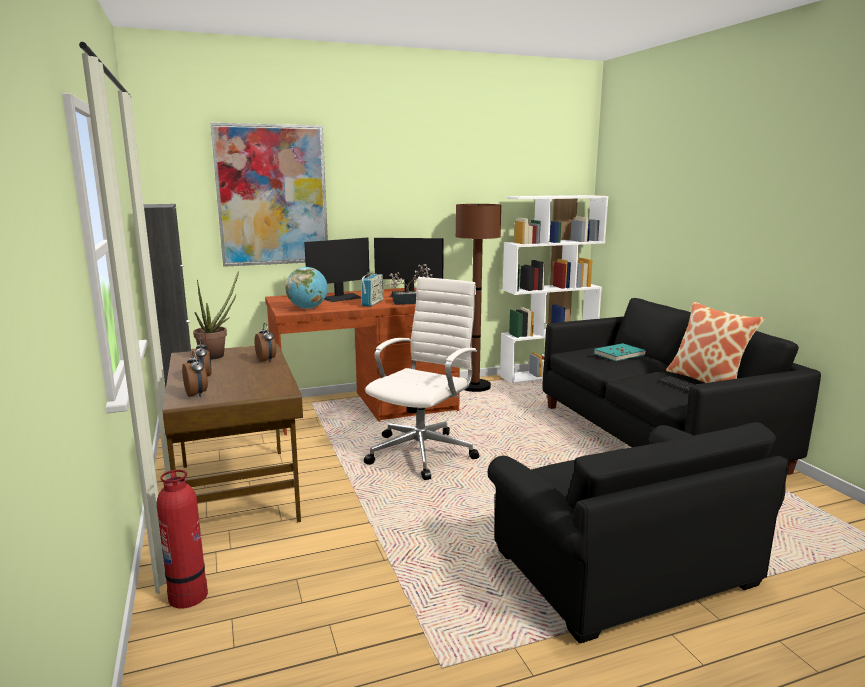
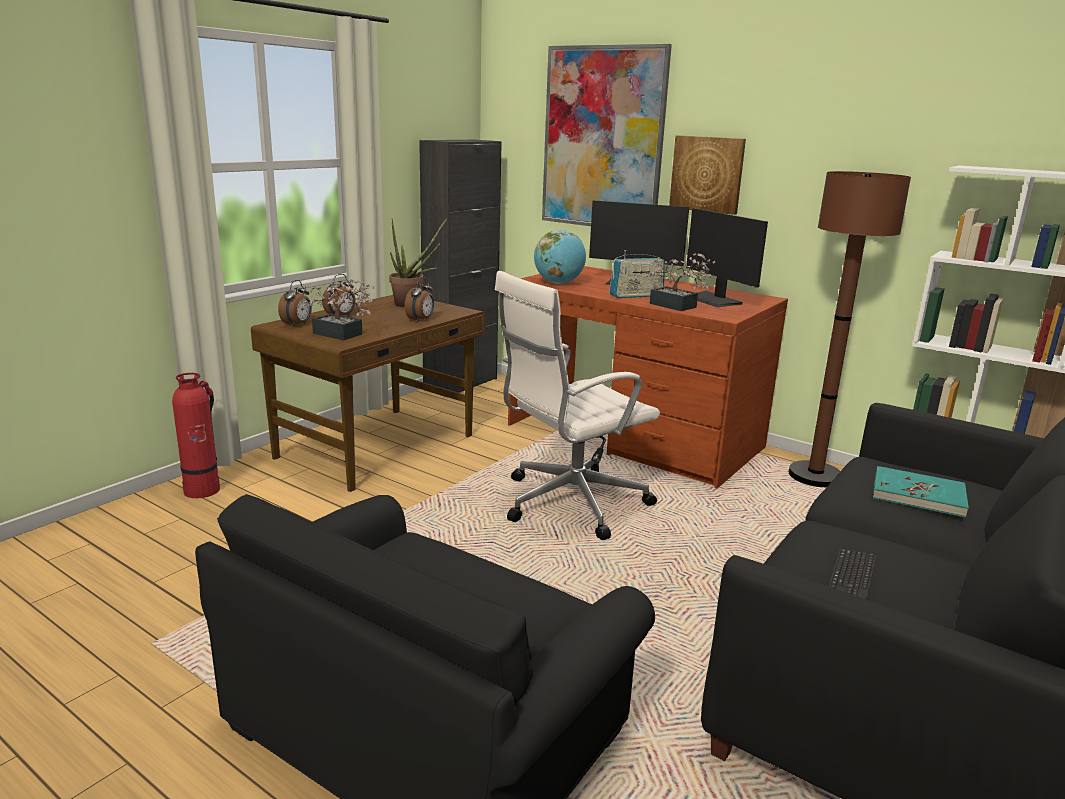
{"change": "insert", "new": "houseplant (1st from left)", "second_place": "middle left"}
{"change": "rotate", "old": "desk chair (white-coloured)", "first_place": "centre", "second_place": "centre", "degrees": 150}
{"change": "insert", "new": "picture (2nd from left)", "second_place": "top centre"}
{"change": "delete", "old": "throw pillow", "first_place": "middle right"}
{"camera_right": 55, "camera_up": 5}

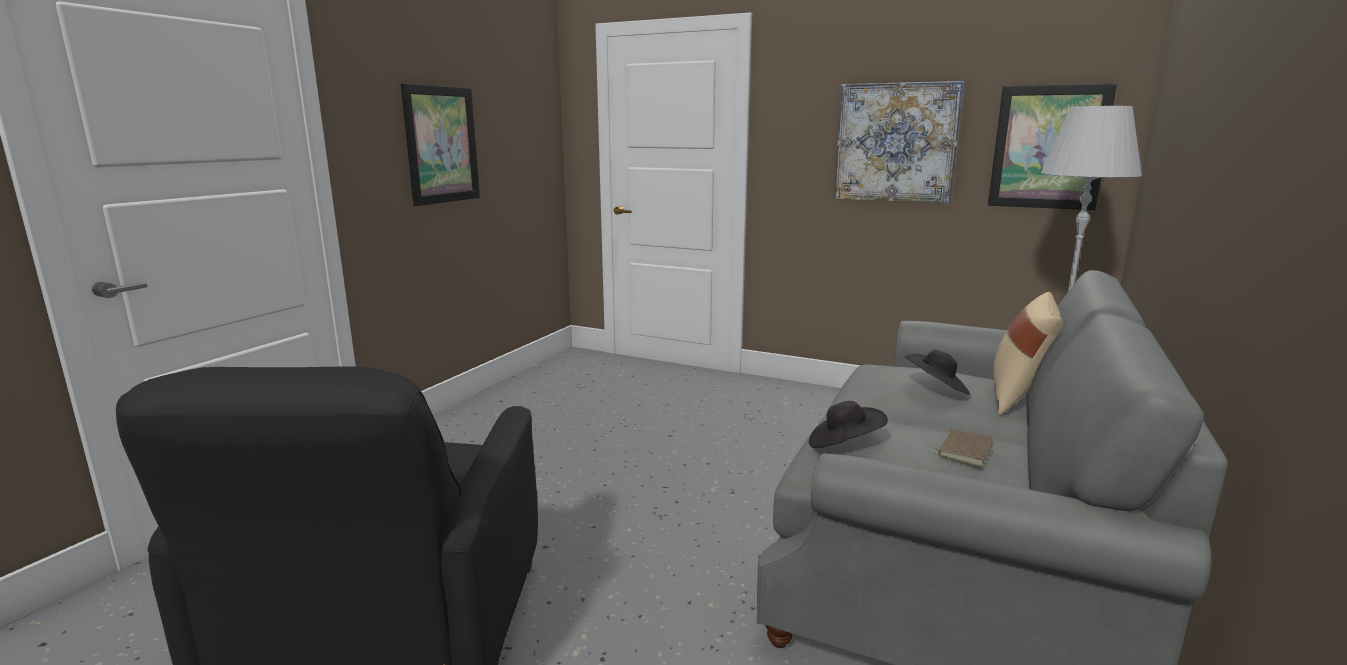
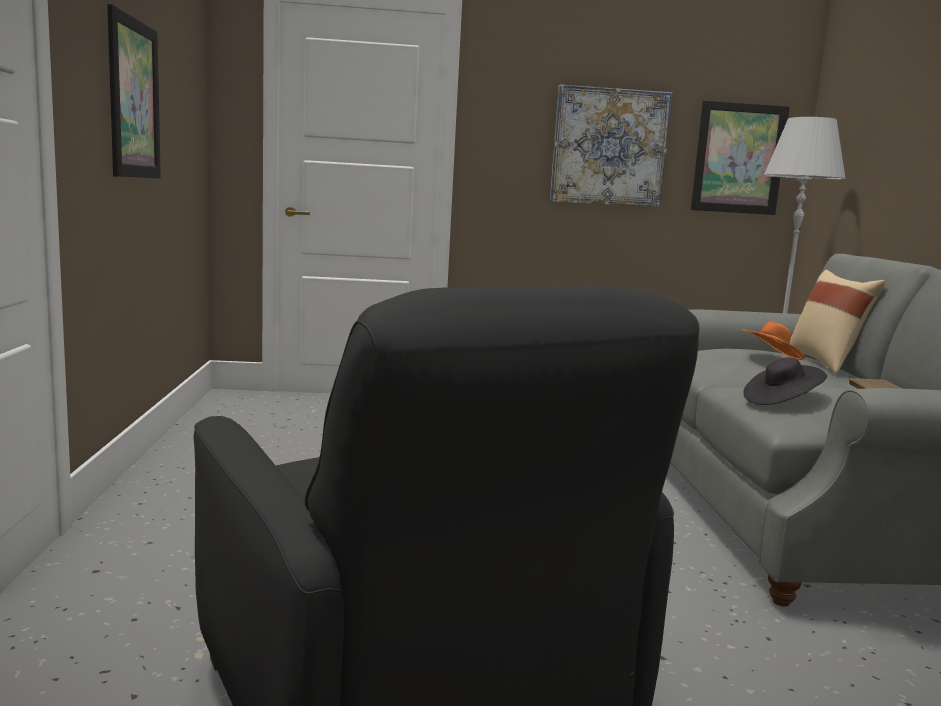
{"change": "recolor", "old": "hat (black) (2nd from left)", "new": "hat (orangey)", "first_place": "middle right", "second_place": "middle right"}
{"camera_right": -30, "camera_up": -5}

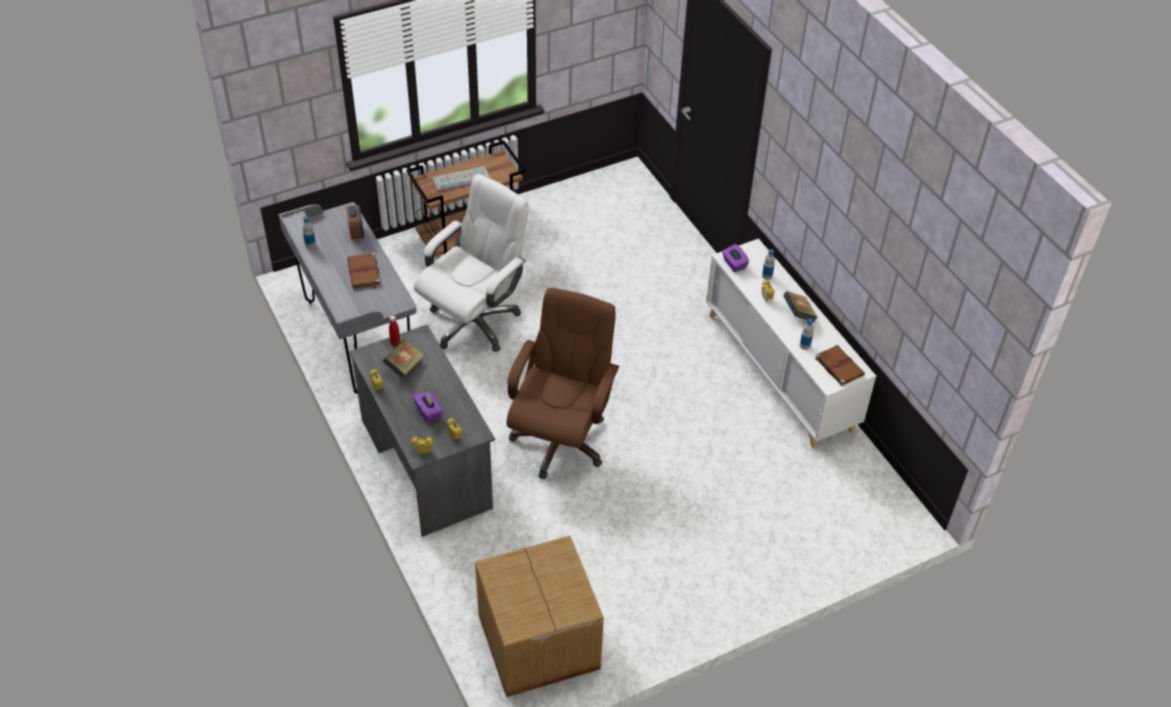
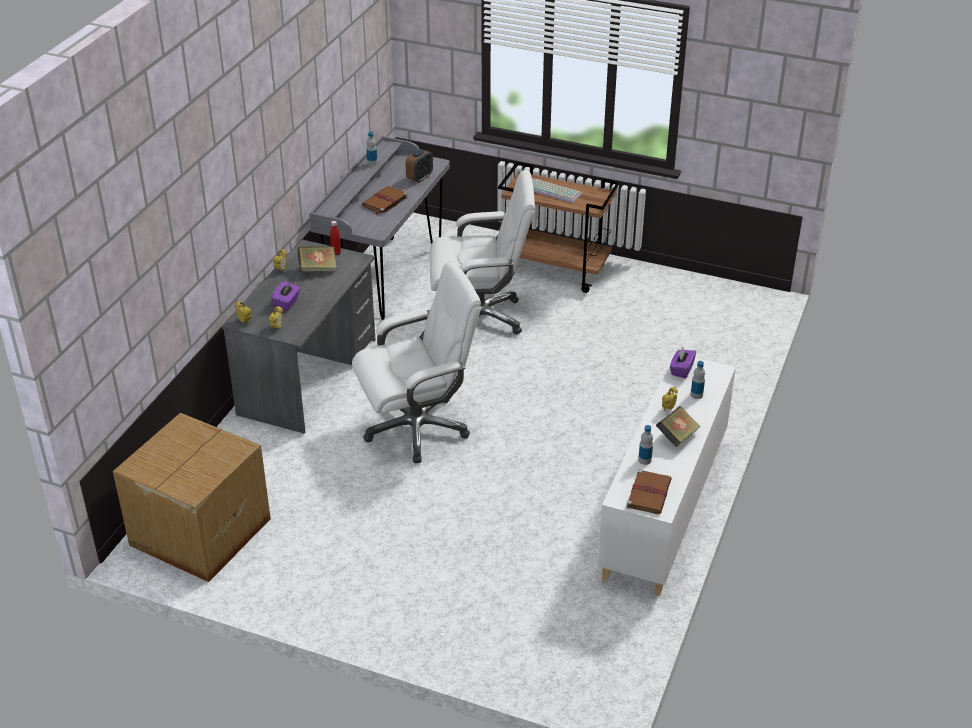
{"change": "recolor", "old": "desk chair (brown-coloured)", "new": "desk chair (white-coloured) (1st from left)", "first_place": "centre", "second_place": "centre"}
{"camera_right": 50, "camera_up": -10}

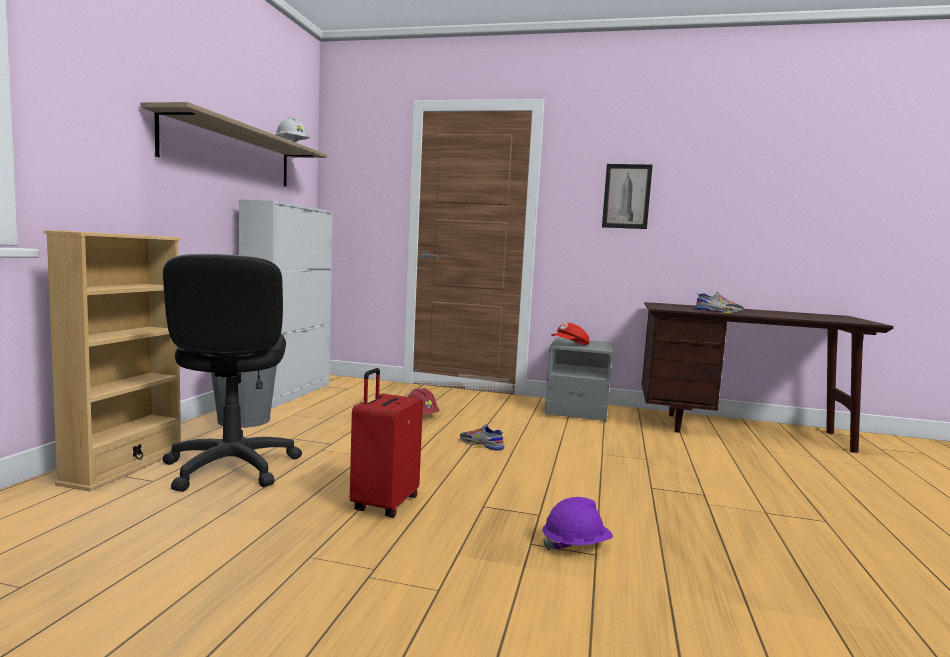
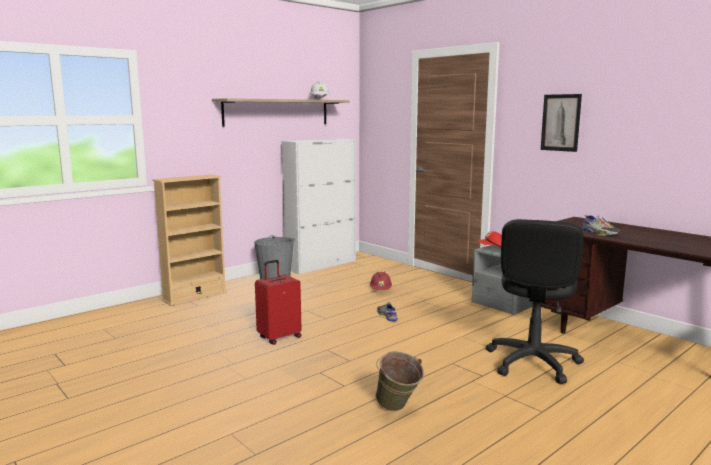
{"change": "insert", "new": "pail (green)", "second_place": "bottom centre"}
{"change": "move", "old": "desk chair (black)", "first_place": "middle left", "second_place": "middle right"}
{"change": "delete", "old": "work helmet (purple)", "first_place": "bottom centre"}
{"camera_right": 35, "camera_up": 5}

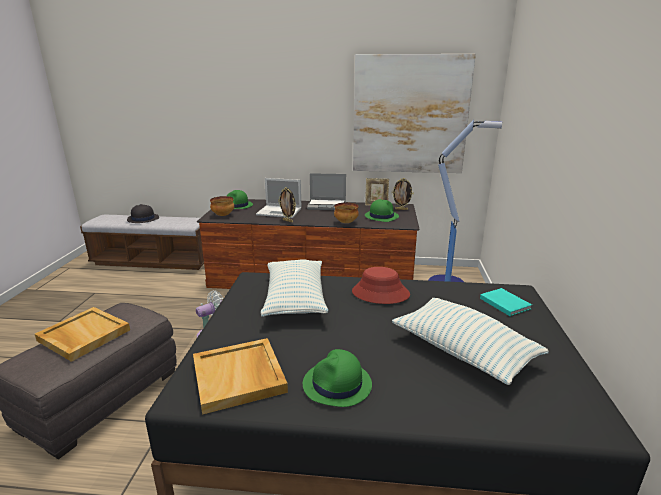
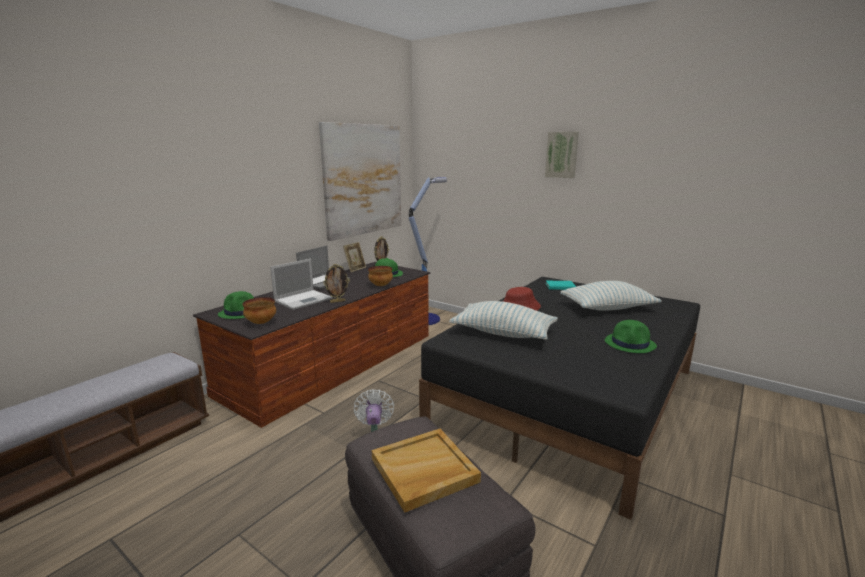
{"change": "insert", "new": "picture (2nd from left)", "second_place": "top centre"}
{"change": "delete", "old": "hat (black)", "first_place": "middle left"}
{"change": "delete", "old": "tray (sand-coloured) (2nd from left)", "first_place": "bottom centre"}
{"camera_right": -60, "camera_up": -5}

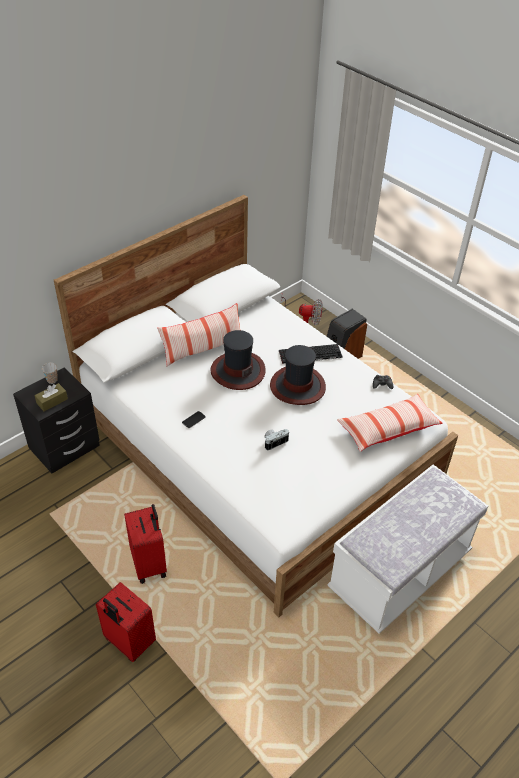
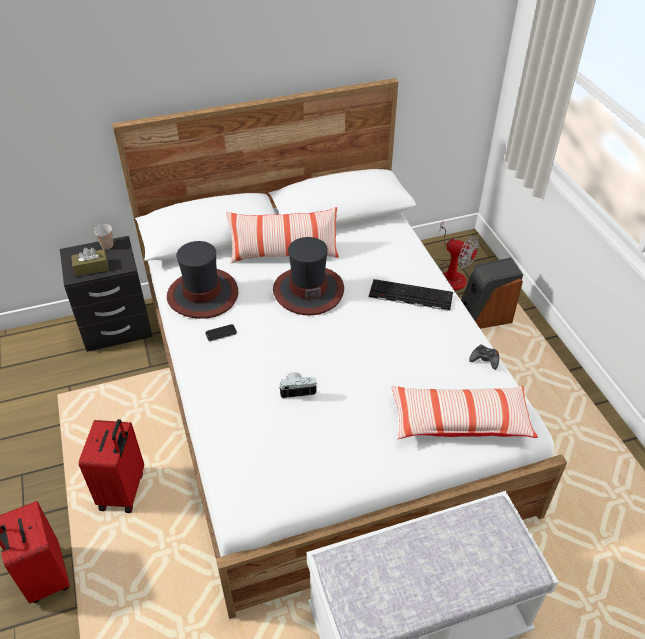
{"change": "move", "old": "hat (2nd from left in the first image)", "new": "hat (1st from left)", "first_place": "centre", "second_place": "middle left"}
{"camera_right": 25, "camera_up": 0}

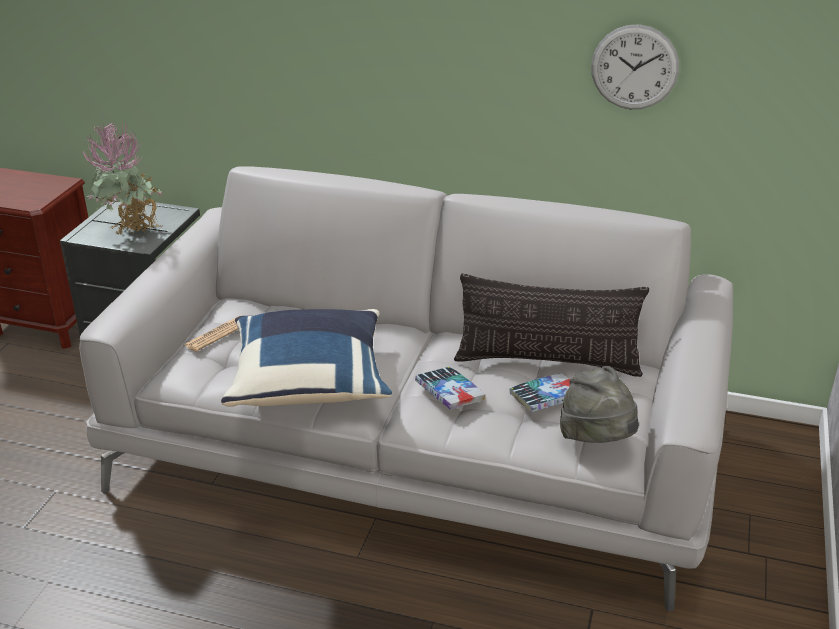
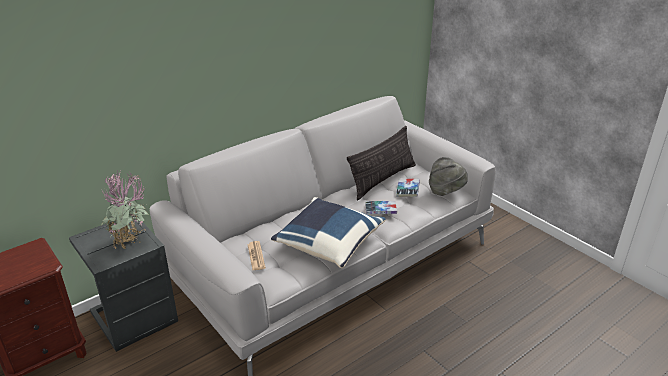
{"change": "delete", "old": "hanging clock", "first_place": "top right"}
{"camera_right": -55, "camera_up": 0}

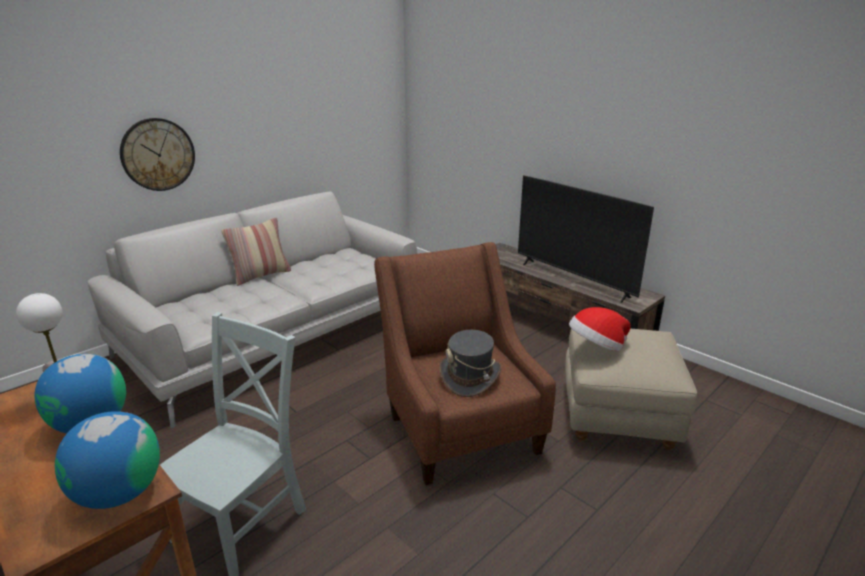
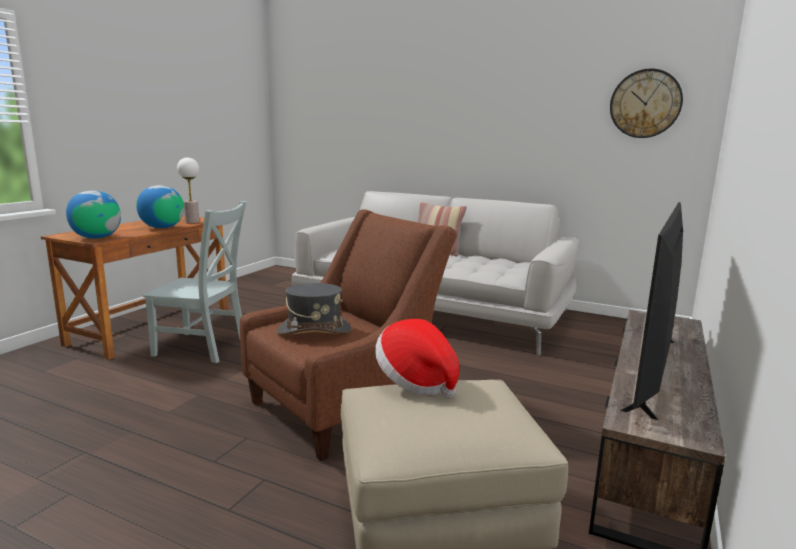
{"change": "move", "old": "hanging clock", "first_place": "top left", "second_place": "top right"}
{"camera_right": 70, "camera_up": -10}

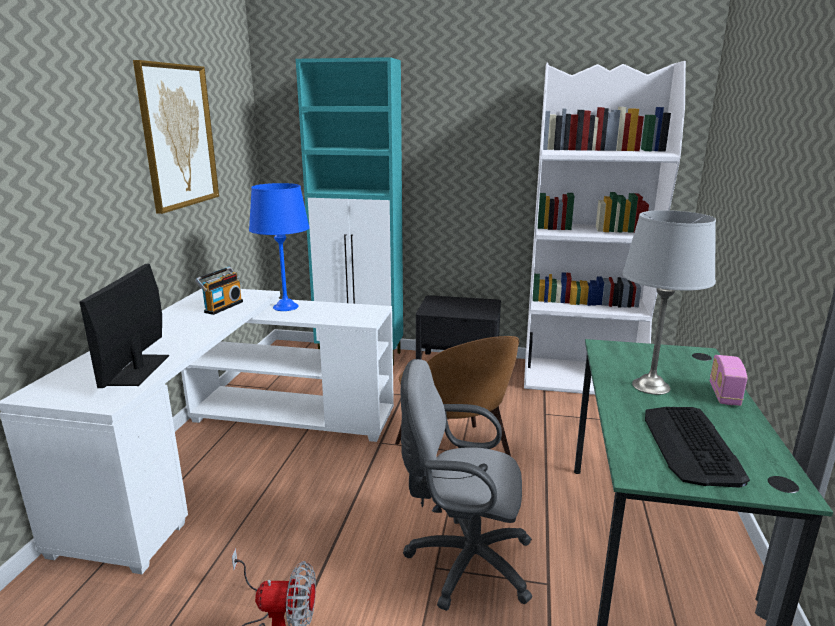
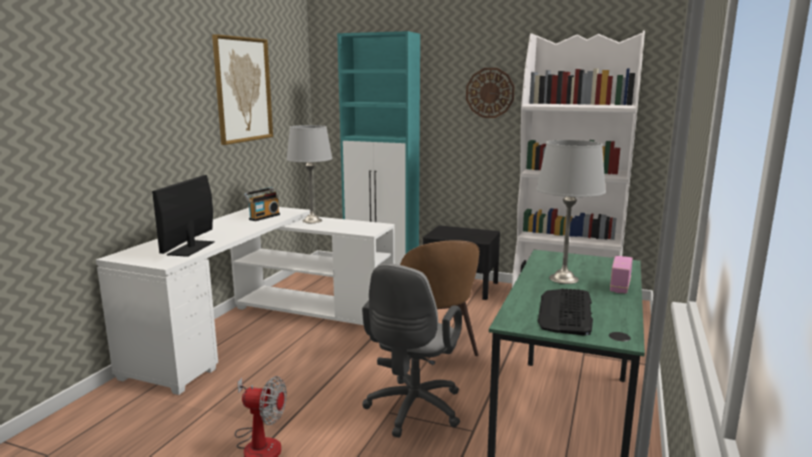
{"change": "recolor", "old": "tabletop lamp (bluish)", "new": "tabletop lamp (grey) (1st from left)", "first_place": "centre", "second_place": "centre"}
{"change": "rotate", "old": "desk chair (grey)", "first_place": "bottom centre", "second_place": "bottom centre", "degrees": -90}
{"change": "insert", "new": "hanging clock", "second_place": "top centre"}
{"camera_right": 10, "camera_up": -5}

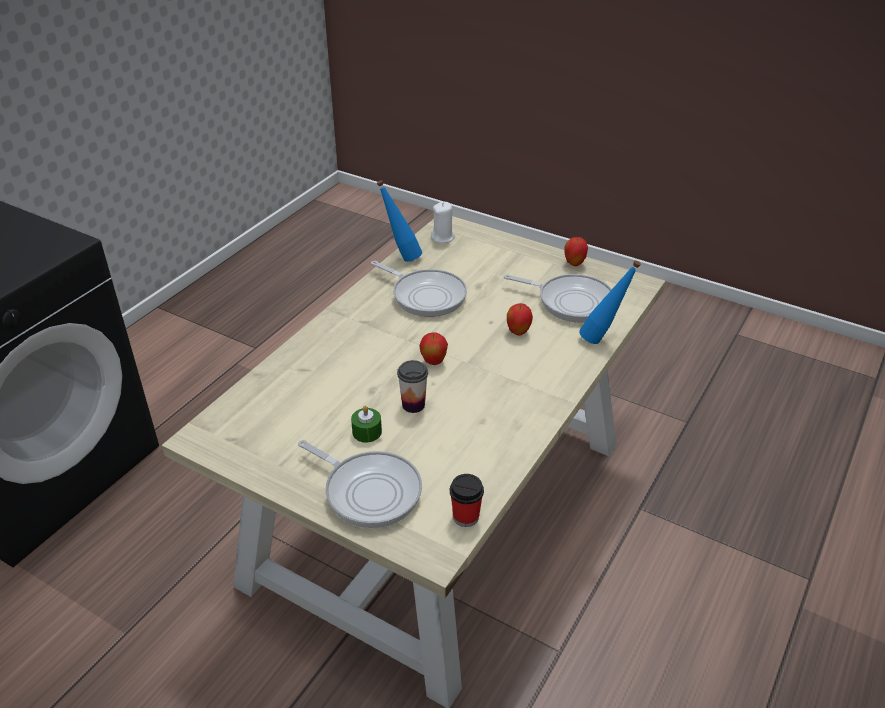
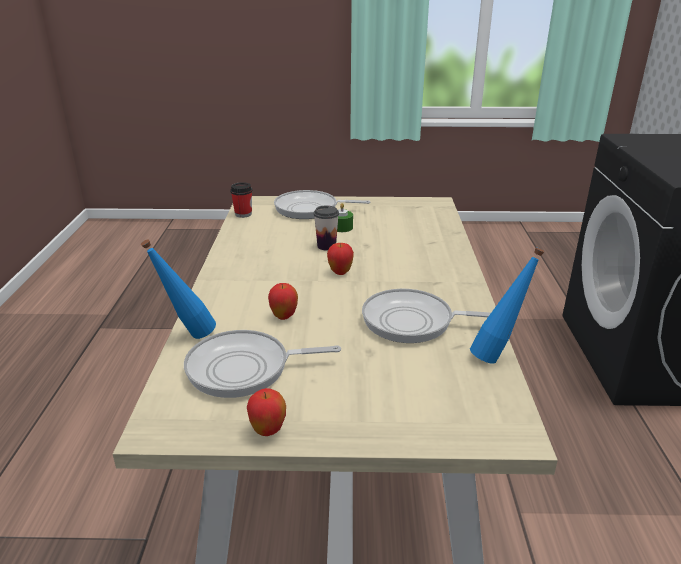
{"change": "delete", "old": "wax candle (white-coloured)", "first_place": "top centre"}
{"camera_right": 150, "camera_up": -10}

